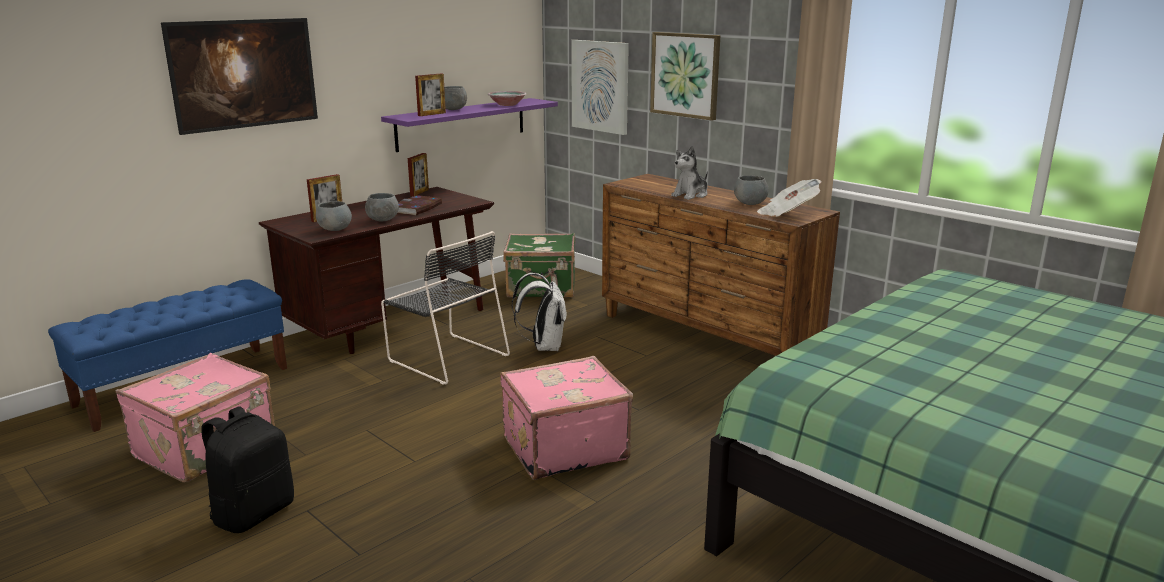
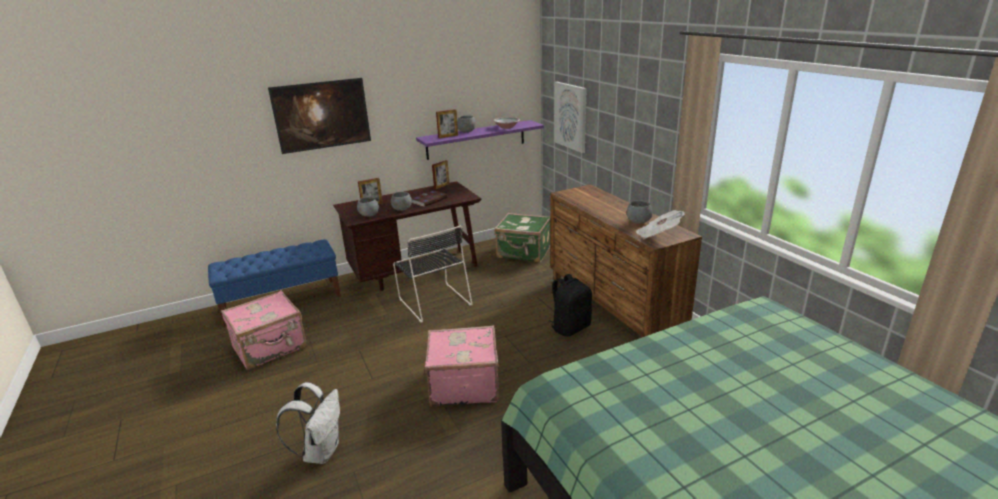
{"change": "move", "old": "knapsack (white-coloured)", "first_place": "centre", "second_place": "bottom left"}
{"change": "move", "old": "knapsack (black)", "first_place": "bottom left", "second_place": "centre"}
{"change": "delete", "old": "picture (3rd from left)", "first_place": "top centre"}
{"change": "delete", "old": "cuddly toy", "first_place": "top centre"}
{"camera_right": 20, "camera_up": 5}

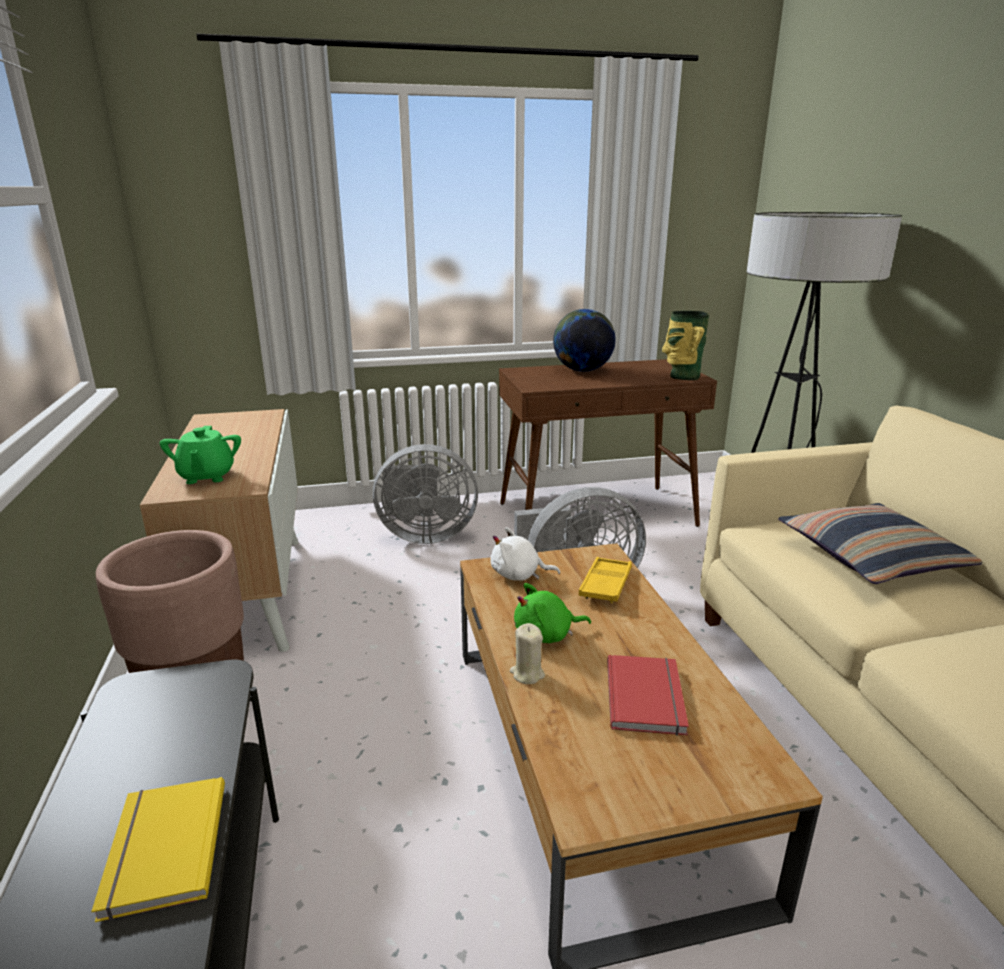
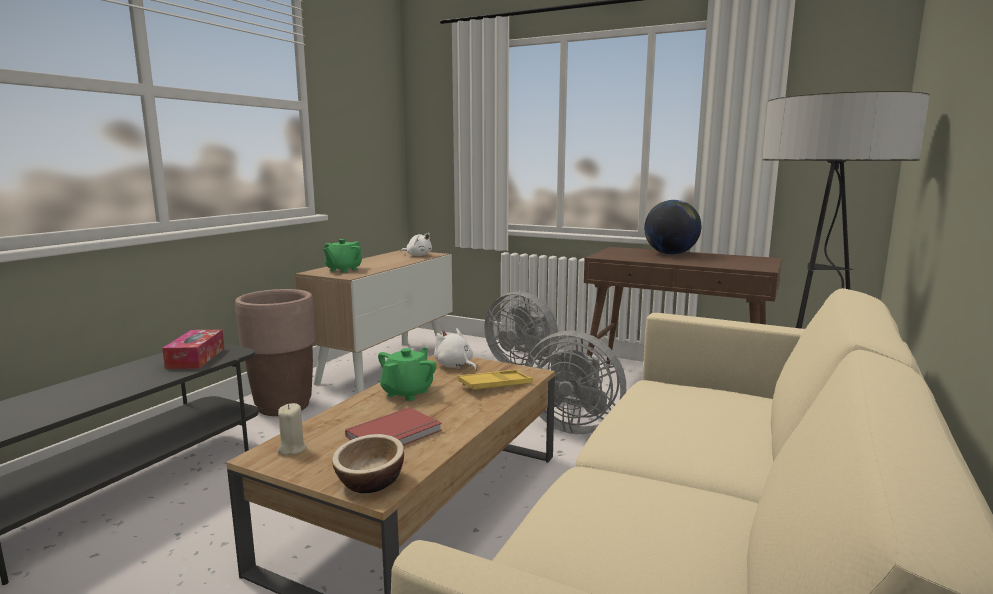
{"change": "insert", "new": "tissue holder", "second_place": "middle left"}
{"change": "move", "old": "wax candle (sand-coloured)", "first_place": "bottom centre", "second_place": "bottom left"}
{"change": "insert", "new": "deep dish", "second_place": "bottom centre"}
{"change": "replace", "old": "cuddly toy (green)", "new": "pot for tea (green) (2nd from left)", "first_place": "centre", "second_place": "centre"}
{"change": "insert", "new": "cuddly toy (white-coloured) (1st from left)", "second_place": "centre"}
{"change": "delete", "old": "book (yellow)", "first_place": "bottom left"}
{"change": "delete", "old": "flower vase", "first_place": "middle right"}
{"change": "delete", "old": "throw pillow", "first_place": "middle right"}
{"camera_right": 40, "camera_up": -10}

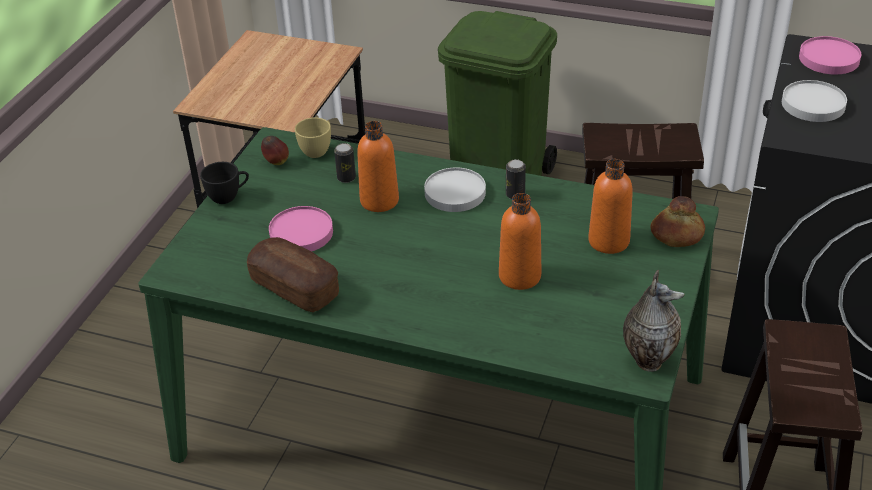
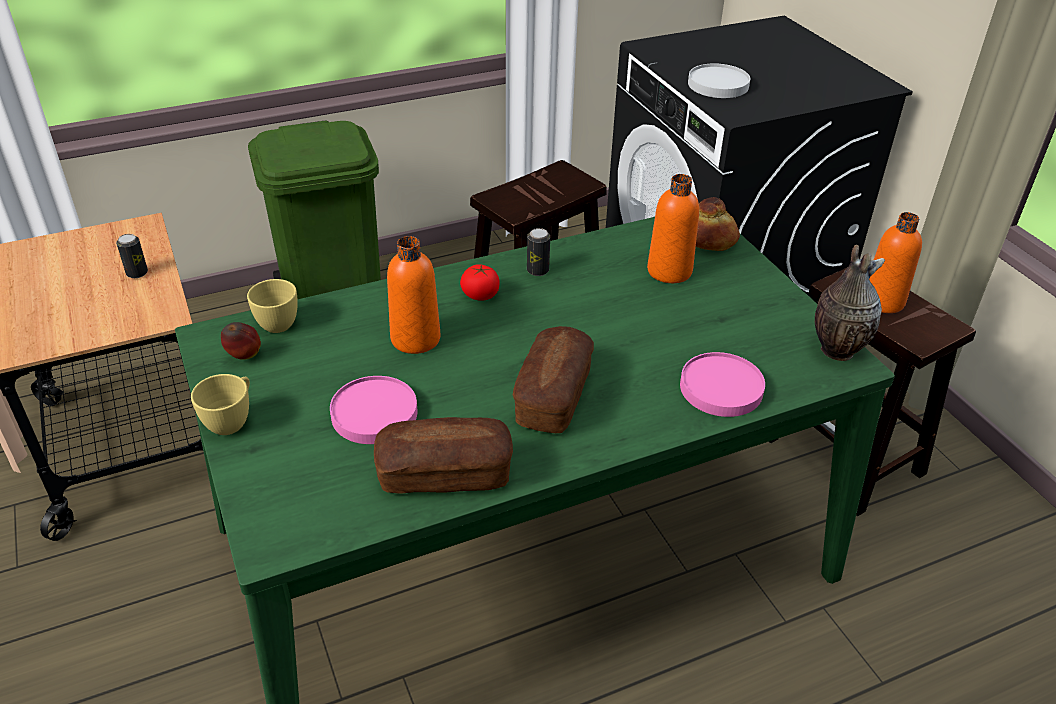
{"change": "move", "old": "sealed can (1st from left)", "first_place": "top centre", "second_place": "middle left"}
{"change": "recolor", "old": "drinking cup (black)", "new": "drinking cup (yellow) (1st from left)", "first_place": "middle left", "second_place": "middle left"}
{"change": "replace", "old": "dinner plate (white-coloured) (1st from left)", "new": "tomato", "first_place": "centre", "second_place": "centre"}
{"change": "insert", "new": "bread (2nd from left)", "second_place": "centre"}
{"change": "move", "old": "dinner plate (pink-coloured) (2nd from left)", "first_place": "top right", "second_place": "middle right"}
{"change": "move", "old": "beverage bottle (orangey) (2nd from left in the first image)", "new": "beverage bottle (orangey) (3rd from left)", "first_place": "centre", "second_place": "middle right"}
{"camera_right": -45, "camera_up": 0}

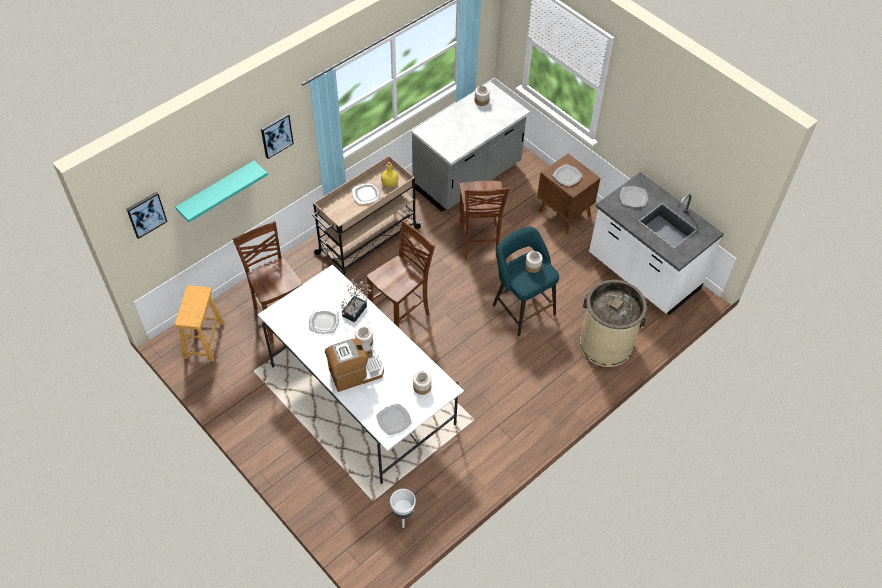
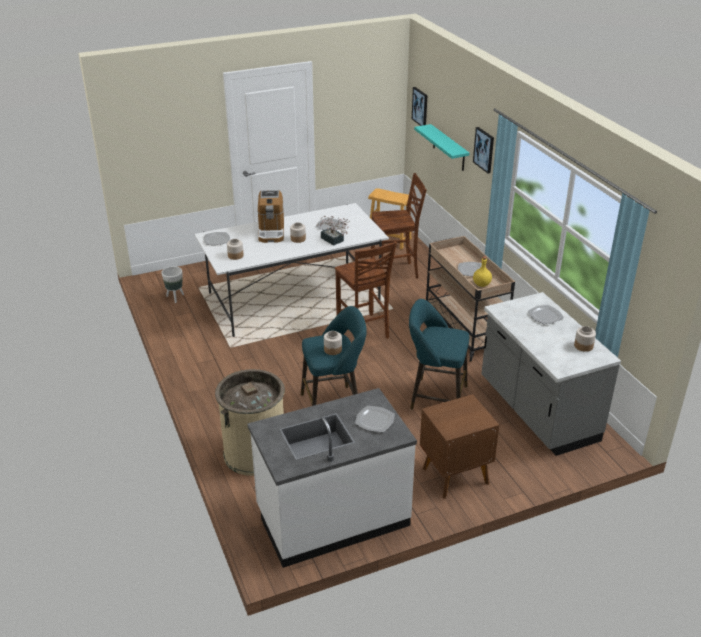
{"change": "replace", "old": "upright chair (brown-coloured) (3rd from left)", "new": "sitting stool (turquoise) (2nd from left)", "first_place": "centre", "second_place": "centre"}
{"change": "move", "old": "dinner plate (4th from left in the first image)", "new": "dinner plate (5th from left)", "first_place": "top centre", "second_place": "middle right"}
{"camera_right": 110, "camera_up": -20}

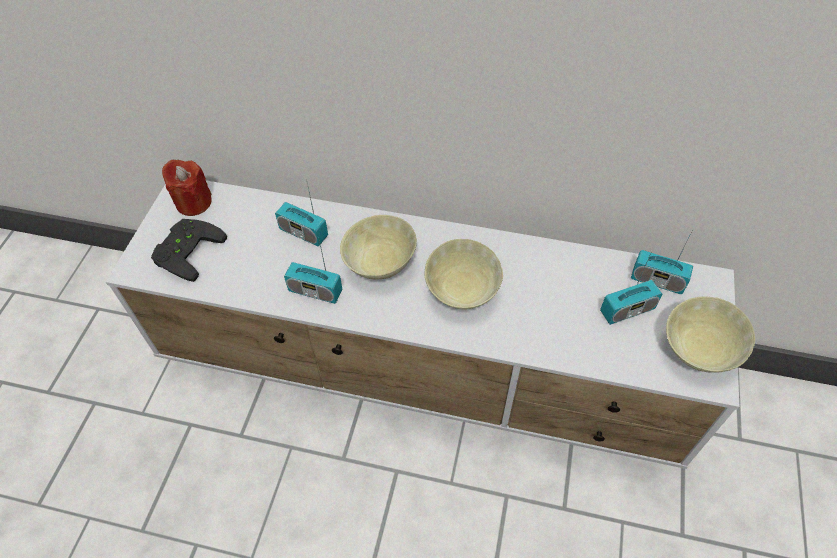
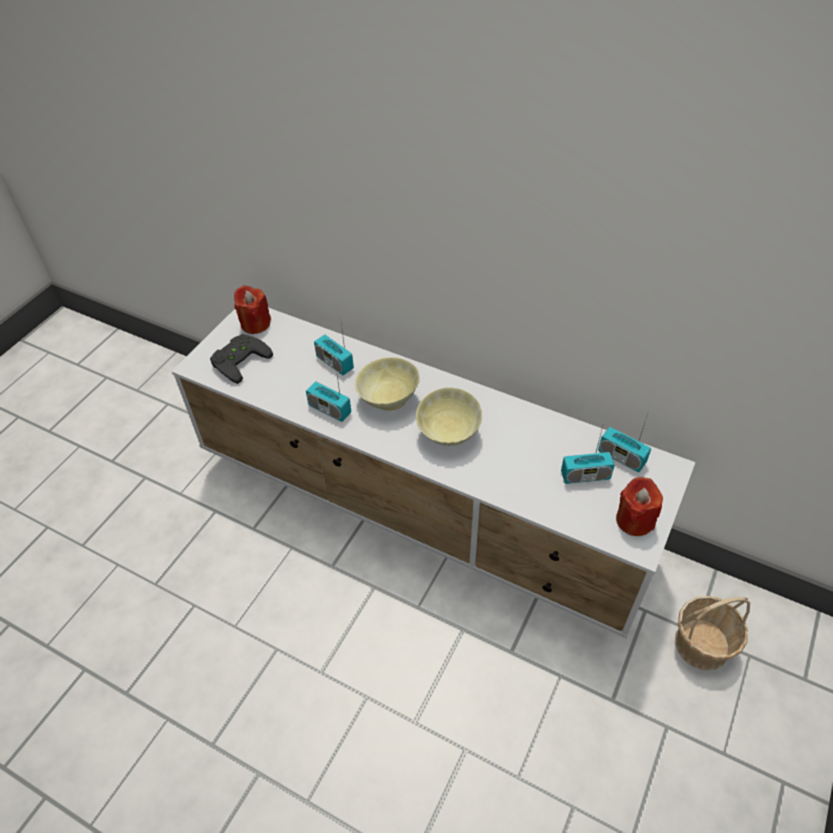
{"change": "replace", "old": "deep dish (sand-coloured) (3rd from left)", "new": "wax candle (reddish) (2nd from left)", "first_place": "middle right", "second_place": "middle right"}
{"change": "insert", "new": "storage basket", "second_place": "bottom right"}
{"camera_right": 15, "camera_up": -5}

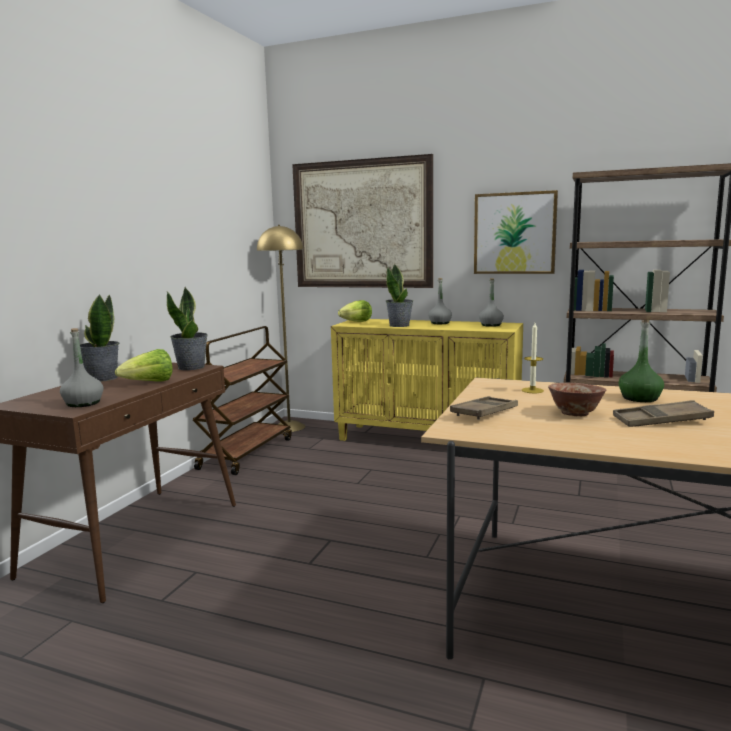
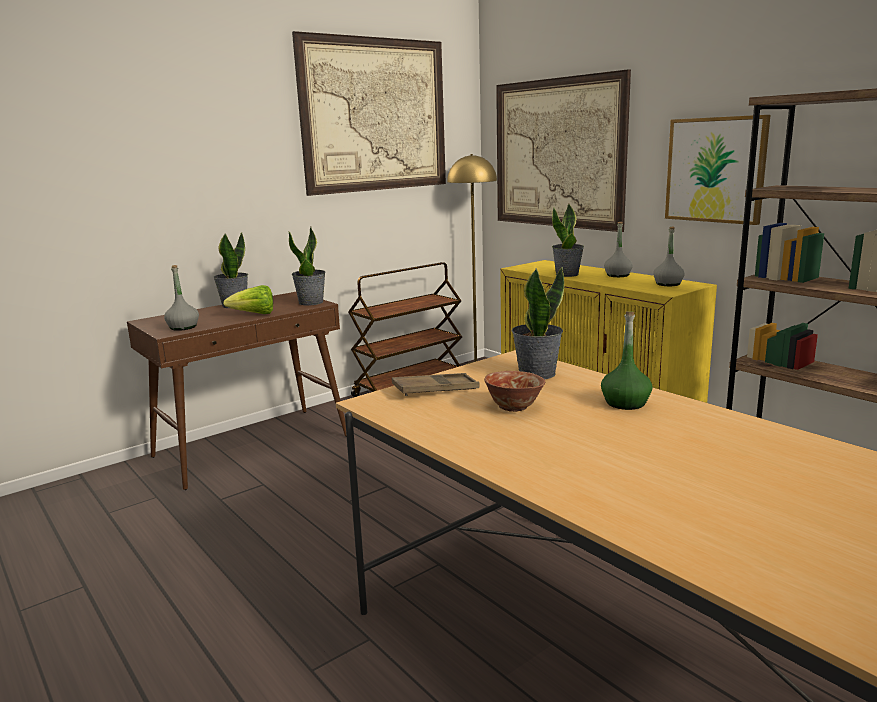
{"change": "insert", "new": "picture (1st from left)", "second_place": "top centre"}
{"change": "replace", "old": "wax candle", "new": "houseplant (3rd from left)", "first_place": "middle right", "second_place": "centre"}
{"change": "delete", "old": "lettuce head (2nd from left)", "first_place": "centre"}
{"change": "delete", "old": "tray (brown-coloured) (2nd from left)", "first_place": "middle right"}
{"camera_right": 30, "camera_up": 5}

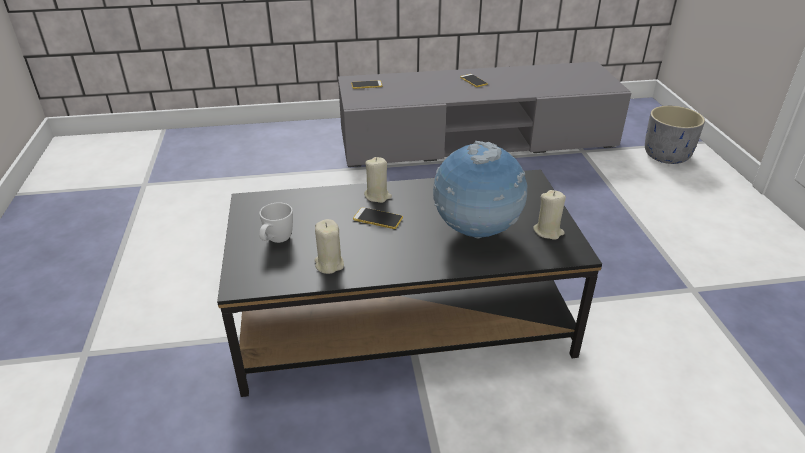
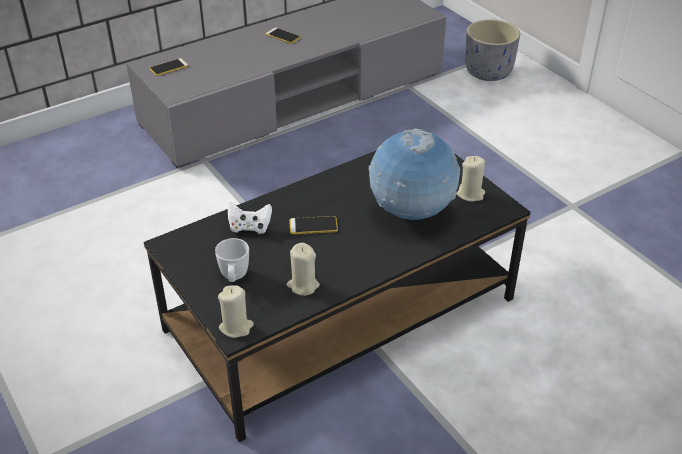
{"change": "move", "old": "wax candle (sand-coloured) (2nd from left in the first image)", "new": "wax candle (sand-coloured) (1st from left)", "first_place": "centre", "second_place": "bottom centre"}
{"change": "insert", "new": "gamepad (white-coloured)", "second_place": "centre"}
{"camera_right": -25, "camera_up": 5}

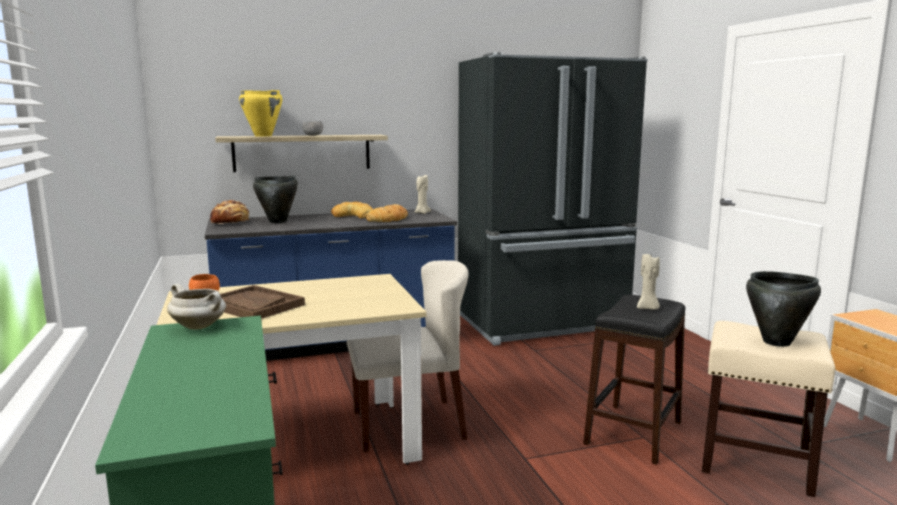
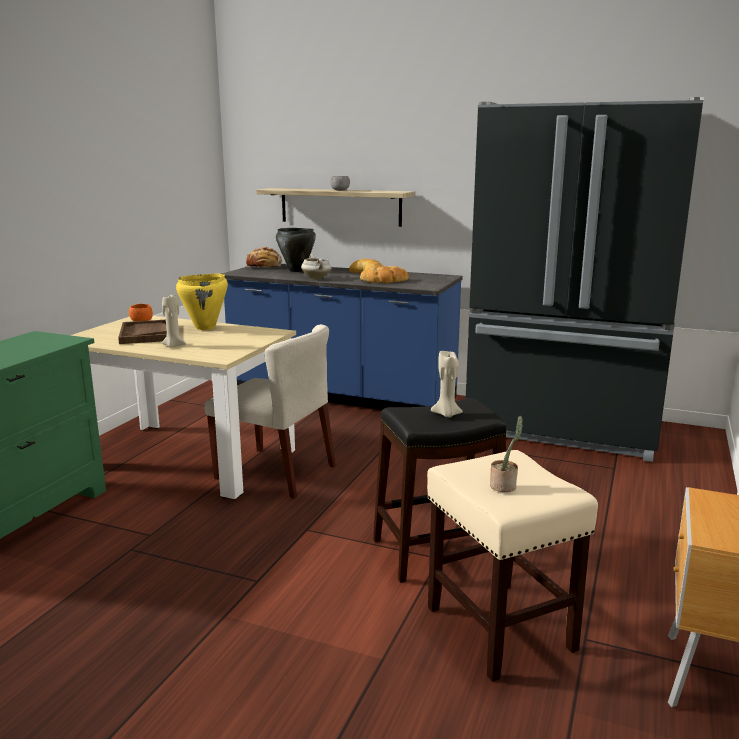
{"change": "move", "old": "wax candle (sand-coloured) (1st from left)", "first_place": "centre", "second_place": "middle left"}
{"change": "move", "old": "saucepot (yellow)", "first_place": "top left", "second_place": "middle left"}
{"change": "move", "old": "saucepot (white-coloured)", "first_place": "middle left", "second_place": "centre"}
{"change": "replace", "old": "saucepot (black) (2nd from left)", "new": "houseplant", "first_place": "middle right", "second_place": "middle right"}
{"camera_right": 40, "camera_up": 5}

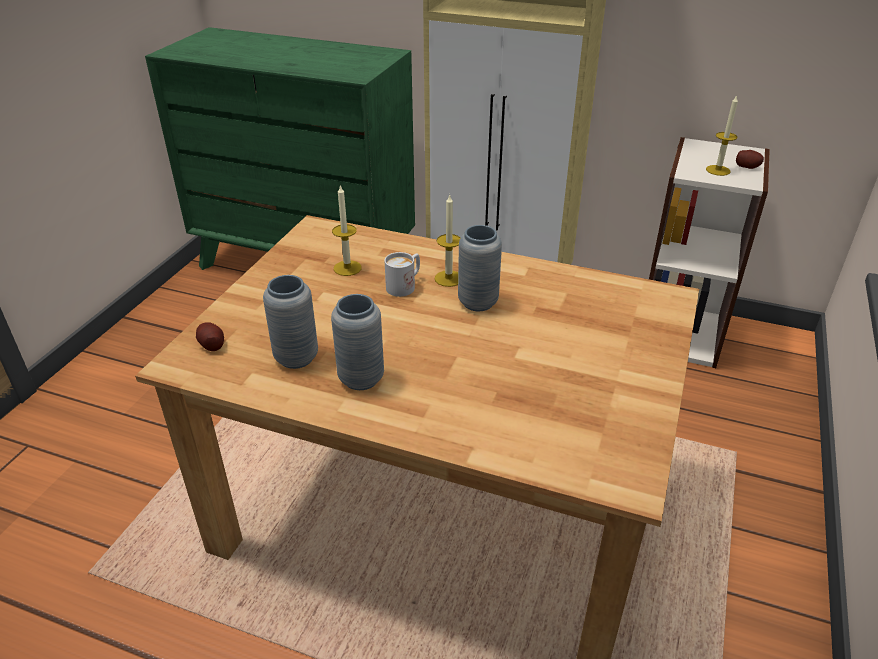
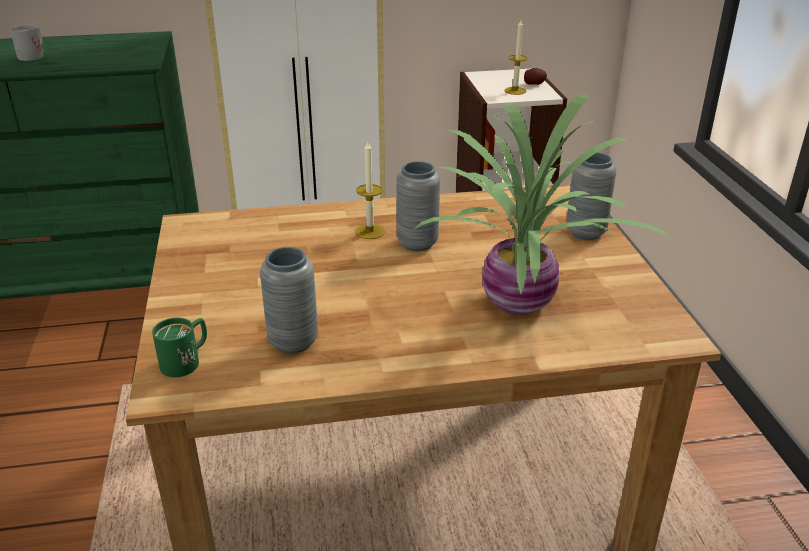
{"change": "move", "old": "coffee mug (white-coloured)", "first_place": "centre", "second_place": "top left"}
{"change": "replace", "old": "potato (1st from left)", "new": "coffee mug (green)", "first_place": "middle left", "second_place": "middle left"}
{"change": "insert", "new": "houseplant", "second_place": "middle right"}
{"change": "move", "old": "flower vase (grey) (2nd from left in the first image)", "new": "flower vase (grey) (3rd from left)", "first_place": "centre", "second_place": "middle right"}
{"change": "delete", "old": "wax candle (1st from left)", "first_place": "centre"}
{"camera_right": -30, "camera_up": -5}

